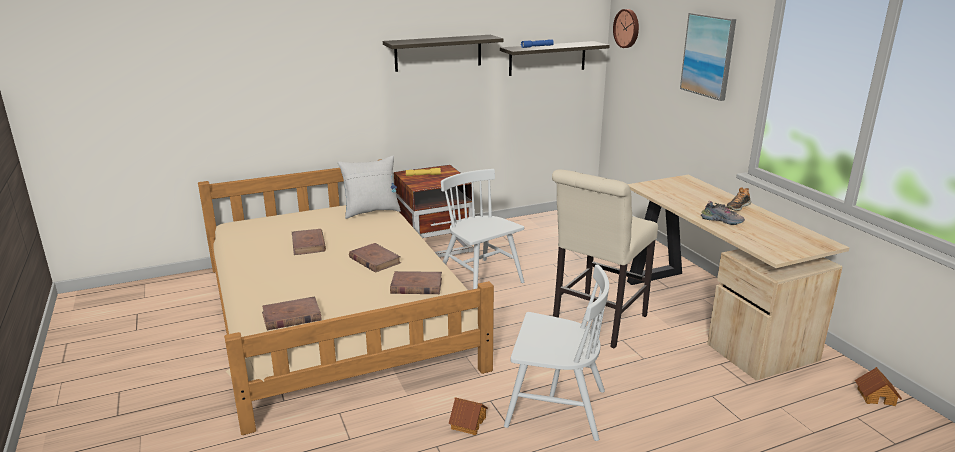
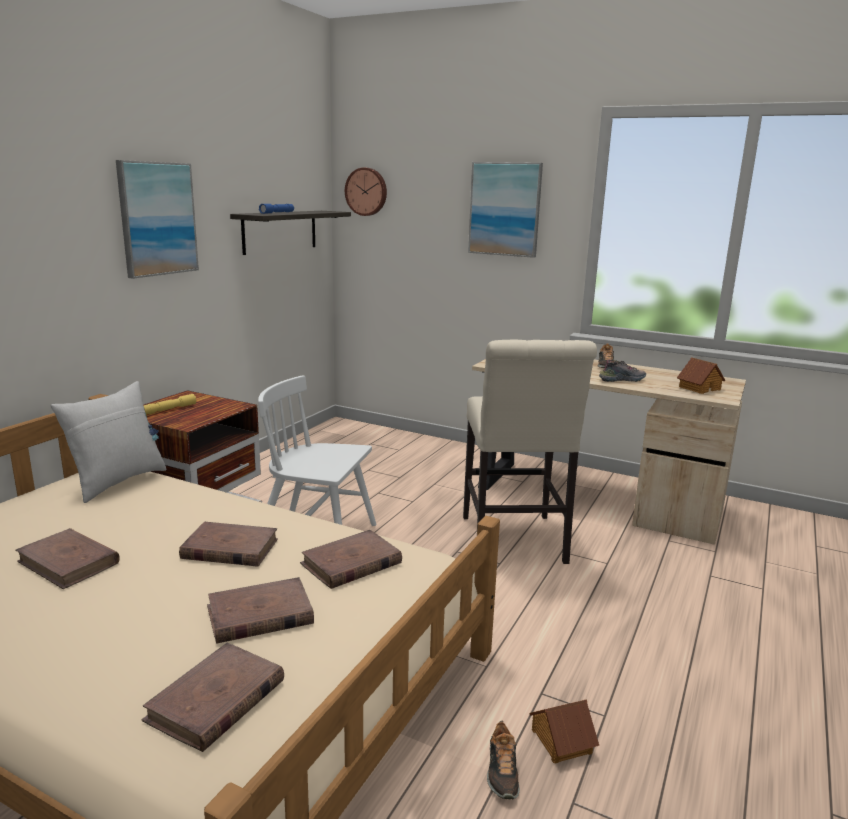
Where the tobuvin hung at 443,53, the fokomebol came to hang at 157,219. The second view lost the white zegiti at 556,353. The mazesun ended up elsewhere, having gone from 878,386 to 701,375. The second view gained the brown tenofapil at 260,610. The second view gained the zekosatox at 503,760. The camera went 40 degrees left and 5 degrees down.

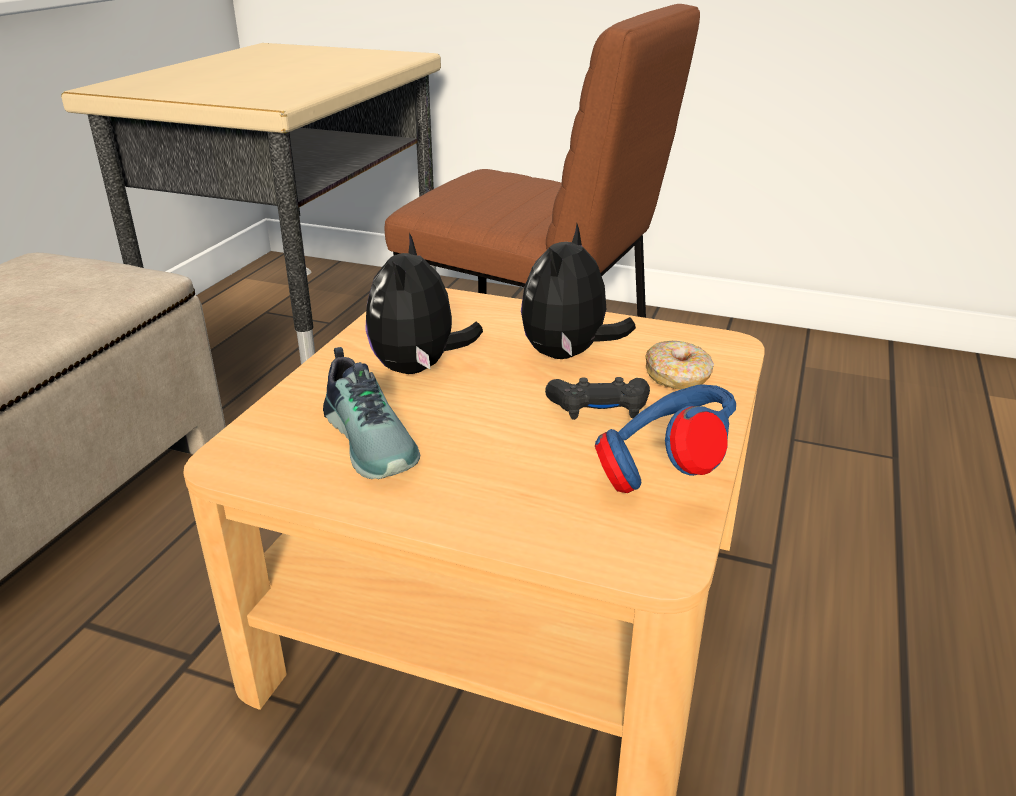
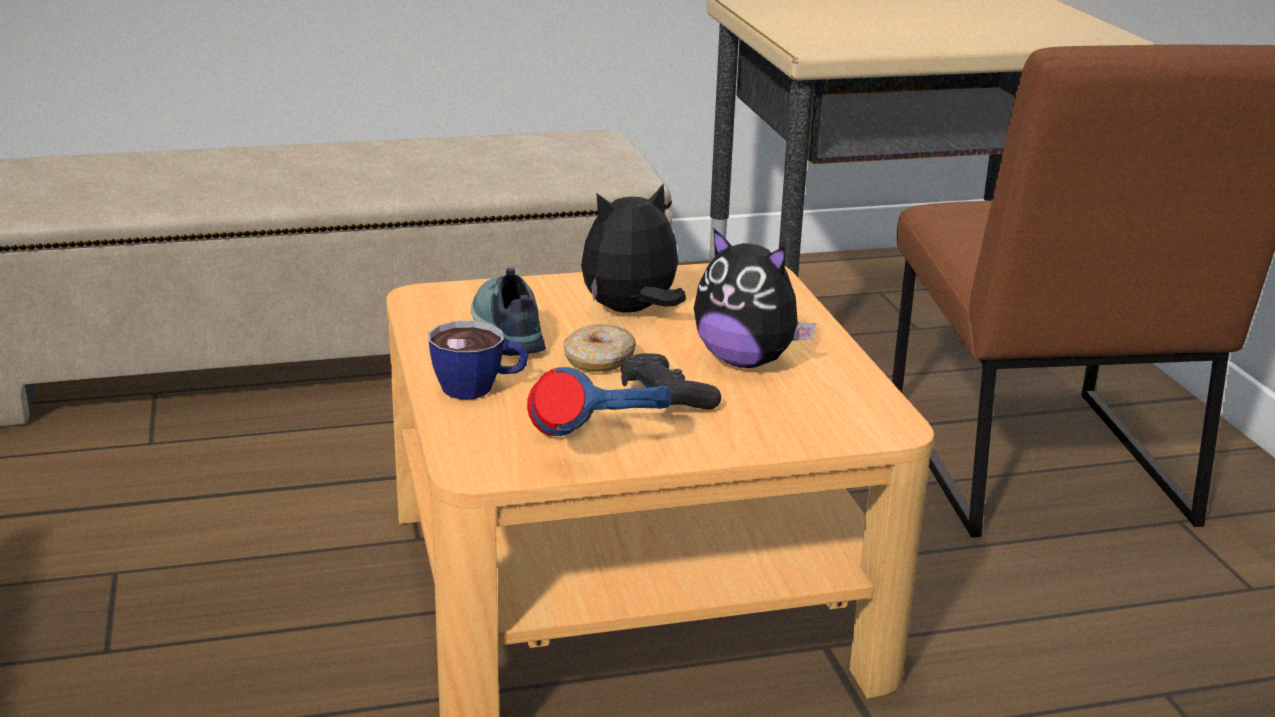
The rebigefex at 578,291 ended up facing another way, 135 degrees counterclockwise from before. The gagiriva ended up elsewhere, having gone from 680,365 to 599,348. The zekosatox at 371,413 ended up facing another way, 135 degrees clockwise from before. The second view gained the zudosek at 478,360. The camera went 55 degrees right and 5 degrees down.

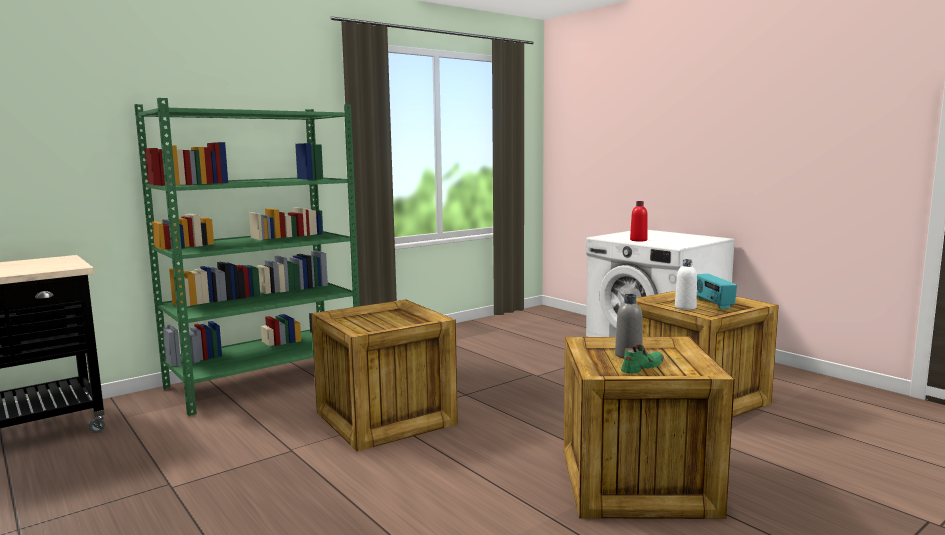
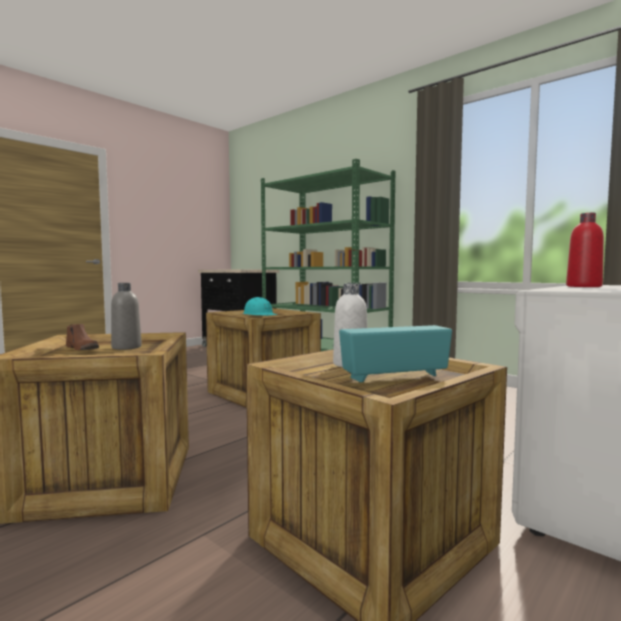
What was the green zekosatox at 642,359 turned into the brown zekosatox at 82,337. The second view gained the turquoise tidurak at 260,306. The camera went 80 degrees right and 5 degrees down.

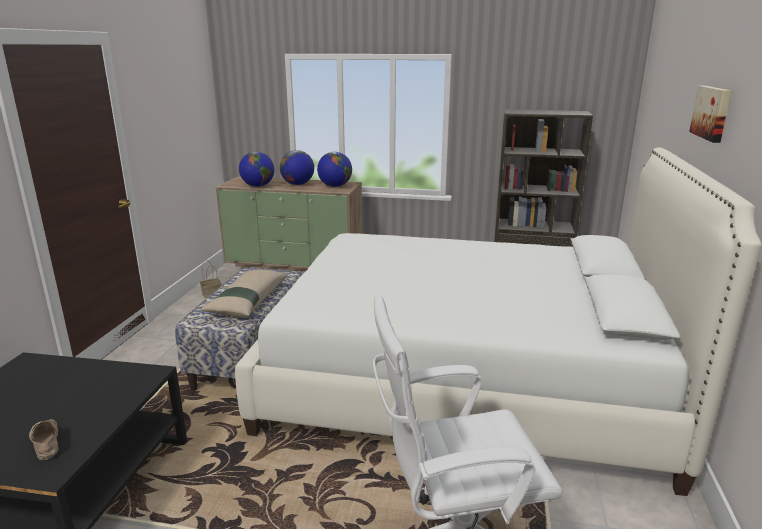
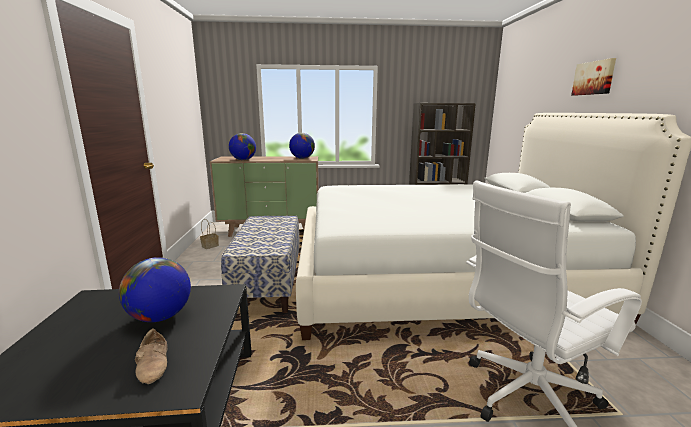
The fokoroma ended up elsewhere, having gone from 297,167 to 155,289. The second view lost the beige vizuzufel at 243,293. The beige zekosatox at 43,439 ended up facing another way, 150 degrees counterclockwise from before. The camera went 15 degrees left and 5 degrees down.

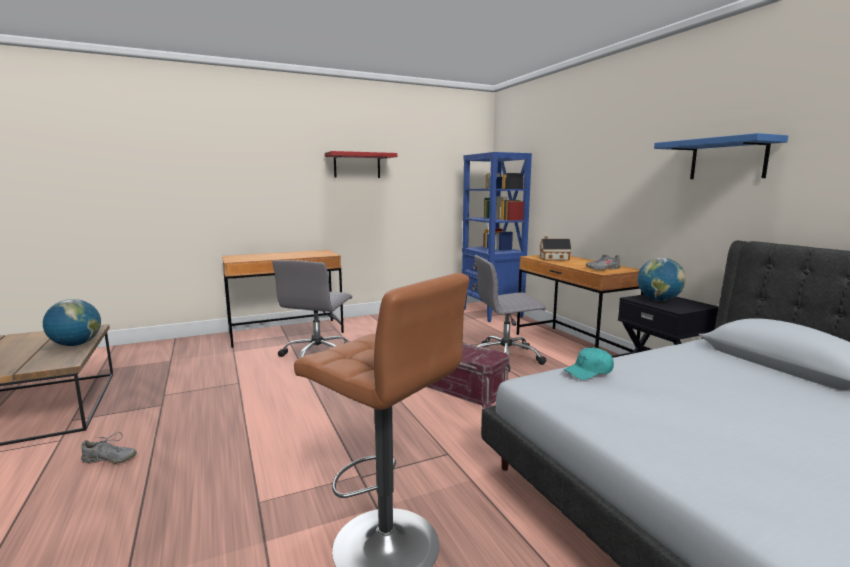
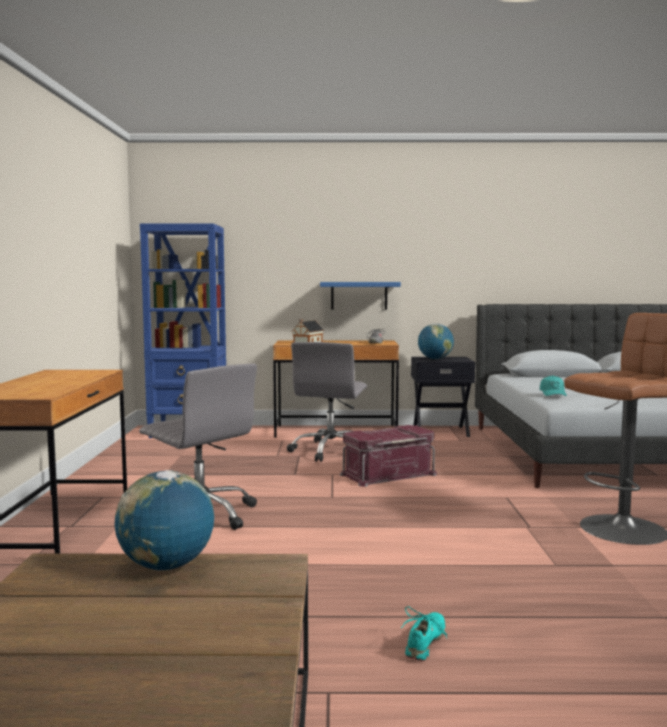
The blue tobuvin ended up elsewhere, having gone from 721,156 to 360,296. The second view lost the red tobuvin at 361,164. What was the grey zekosatox at 109,448 turned into the turquoise zekosatox at 424,633. The camera went 65 degrees left and 5 degrees down.

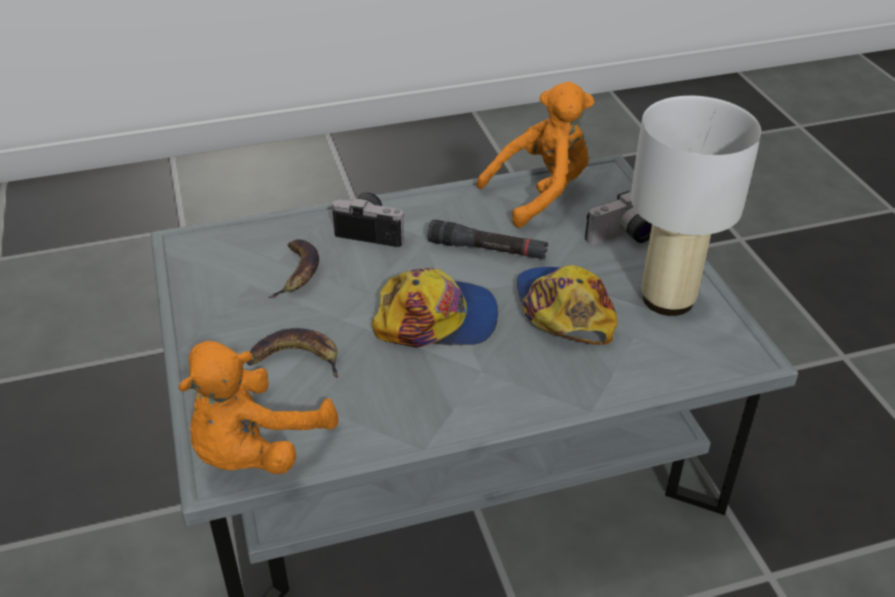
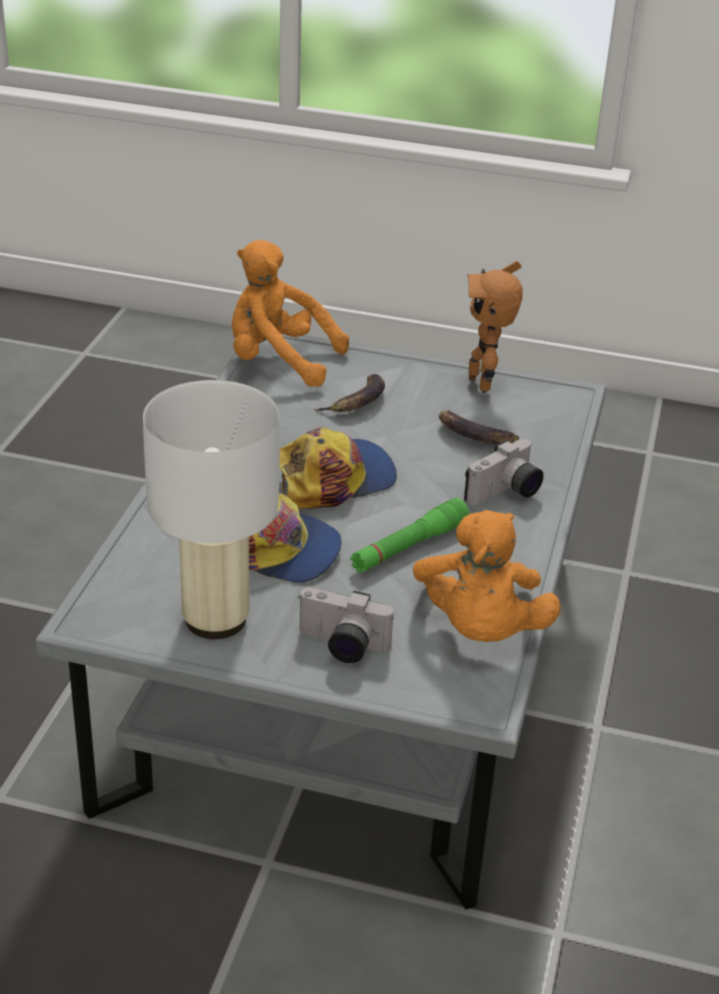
The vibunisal at 618,218 ended up facing another way, 75 degrees counterclockwise from before. What was the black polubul at 487,239 turned into the green polubul at 409,535. The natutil at 435,308 ended up facing another way, 150 degrees counterclockwise from before. The orange rebigefex at 258,407 ended up facing another way, 45 degrees counterclockwise from before. The second view gained the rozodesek at 495,326. The camera went 120 degrees right and 5 degrees down.

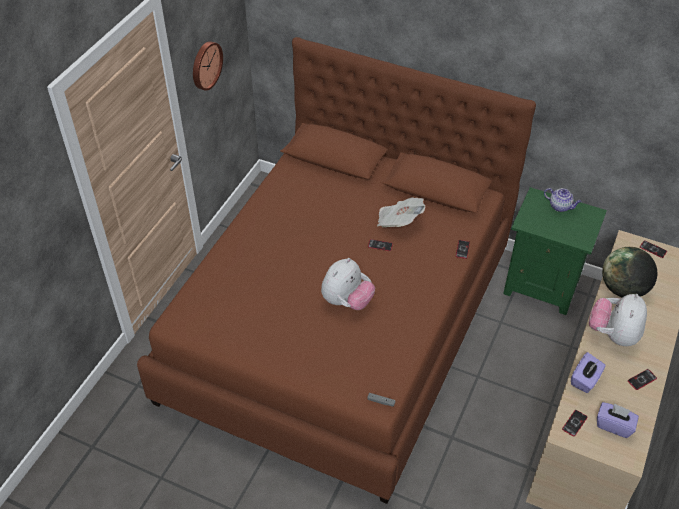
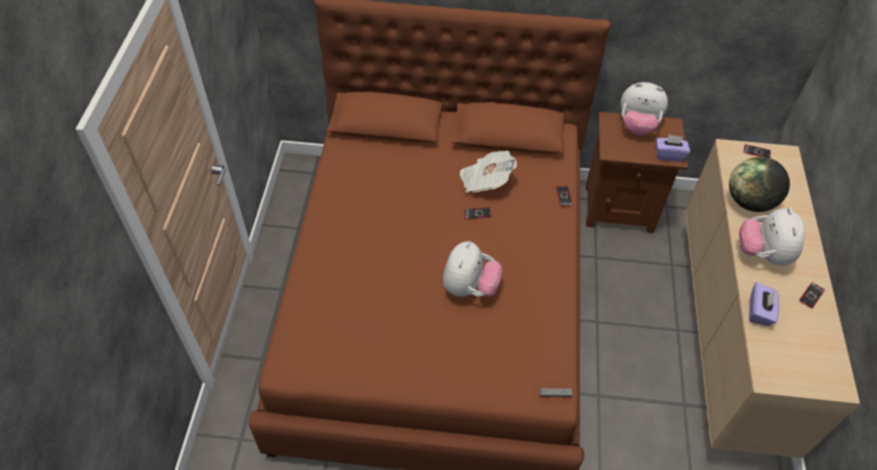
The second view lost the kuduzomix at 208,66. What was the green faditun at 555,251 turned into the brown faditun at 637,172. Where the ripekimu stood at 563,200, the rebigefex came to stand at 644,108. The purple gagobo ended up elsewhere, having gone from 618,420 to 673,148. The second view lost the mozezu at 575,423. The camera went 20 degrees left and 5 degrees up.

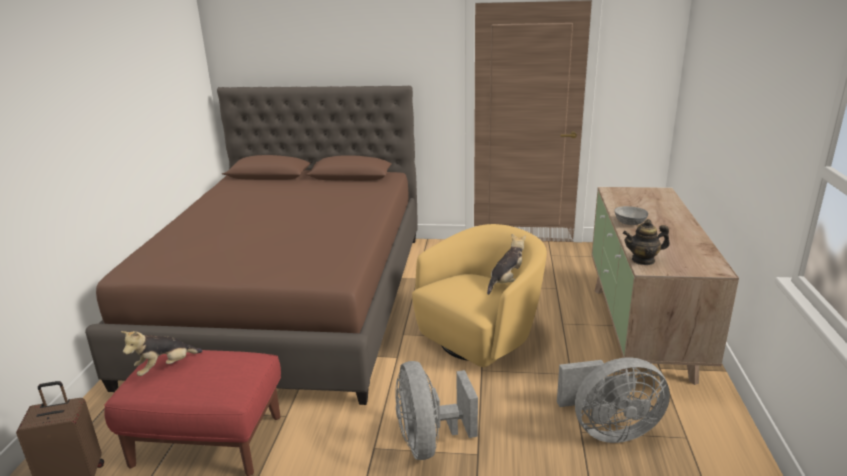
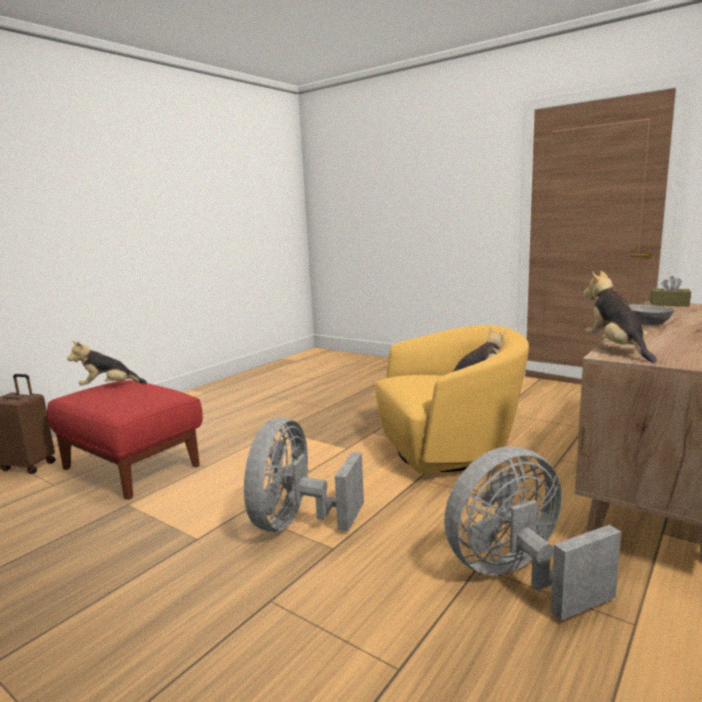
The second view lost the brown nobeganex at 251,245. Where the ripekimu stood at 646,242, the rebigefex came to stand at 620,317. The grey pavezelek at 613,400 ended up facing another way, 135 degrees clockwise from before. The second view gained the brown gagobo at 670,291. The camera went 30 degrees right and 10 degrees down.

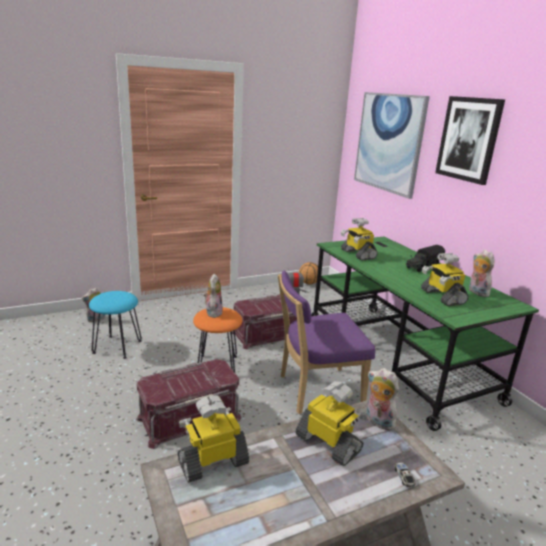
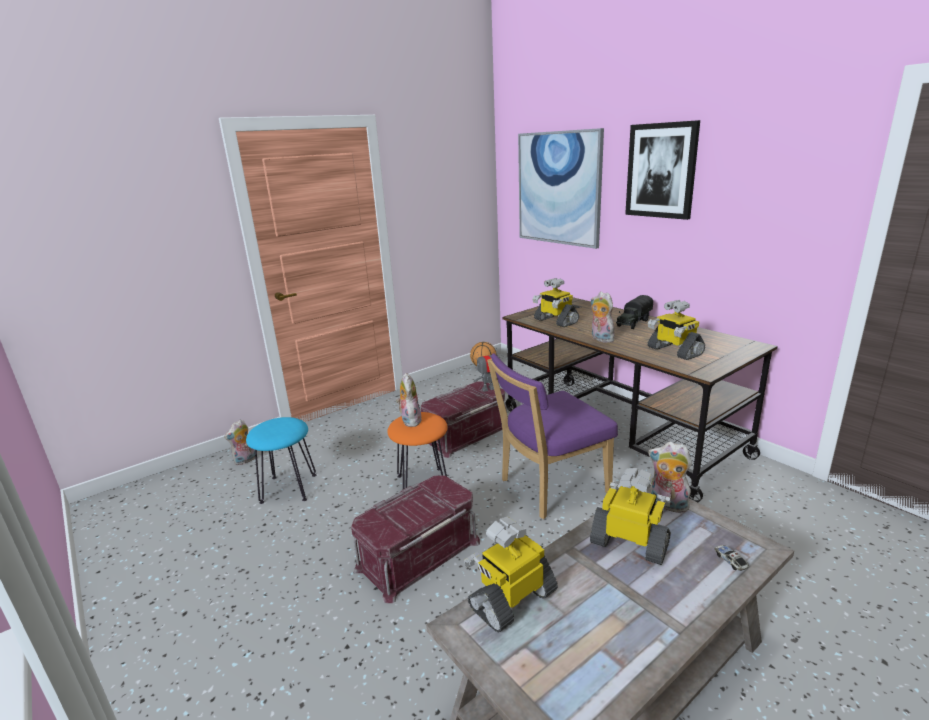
What was the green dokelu at 425,333 turned into the brown dokelu at 640,399. The rebigefex ended up elsewhere, having gone from 481,273 to 603,317. The camera went 10 degrees left and 0 degrees up.

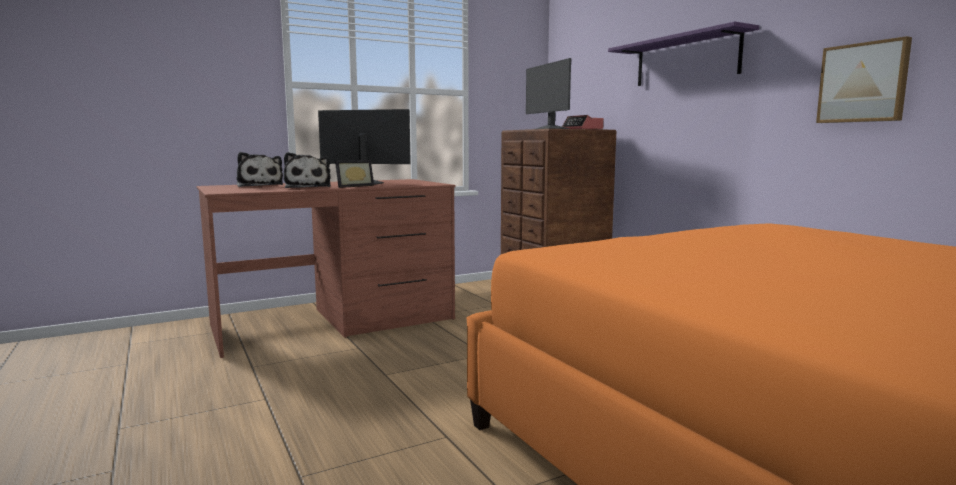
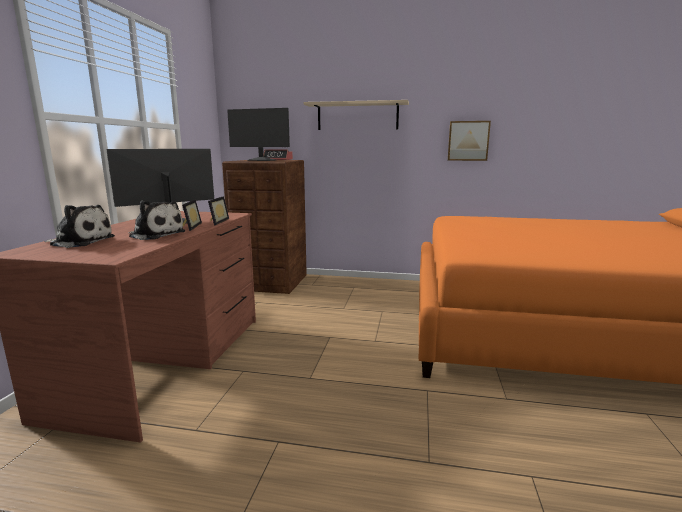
What was the purple tobuvin at 683,53 turned into the beige tobuvin at 356,115. The second view gained the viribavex at 218,211. The camera went 50 degrees left and 5 degrees up.

